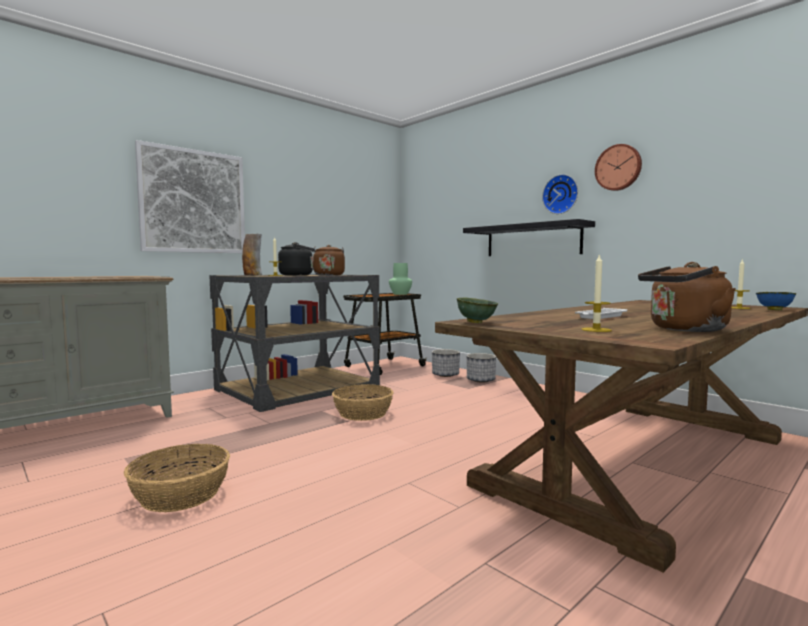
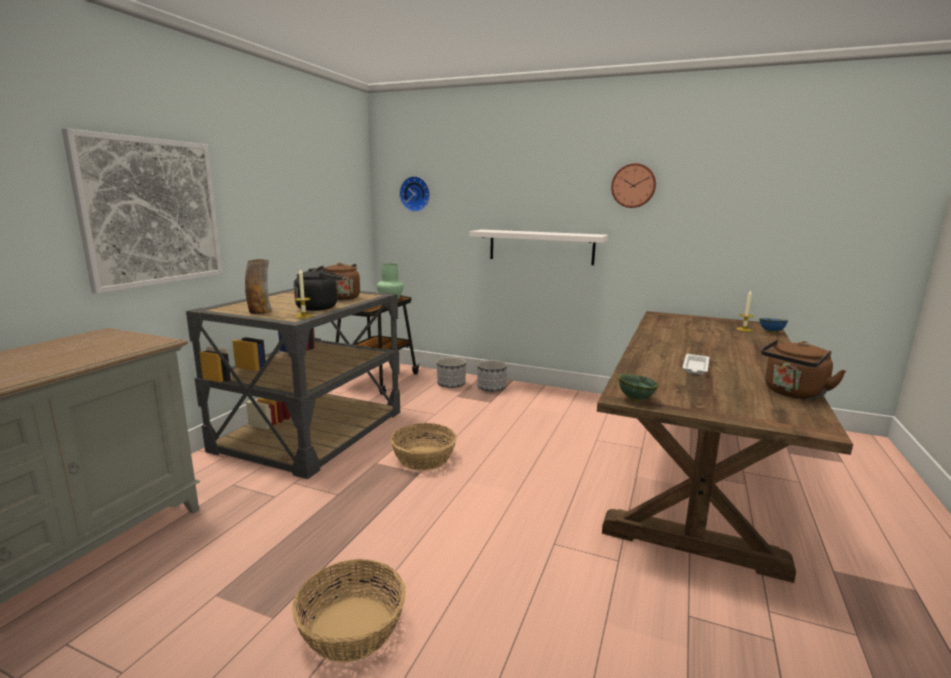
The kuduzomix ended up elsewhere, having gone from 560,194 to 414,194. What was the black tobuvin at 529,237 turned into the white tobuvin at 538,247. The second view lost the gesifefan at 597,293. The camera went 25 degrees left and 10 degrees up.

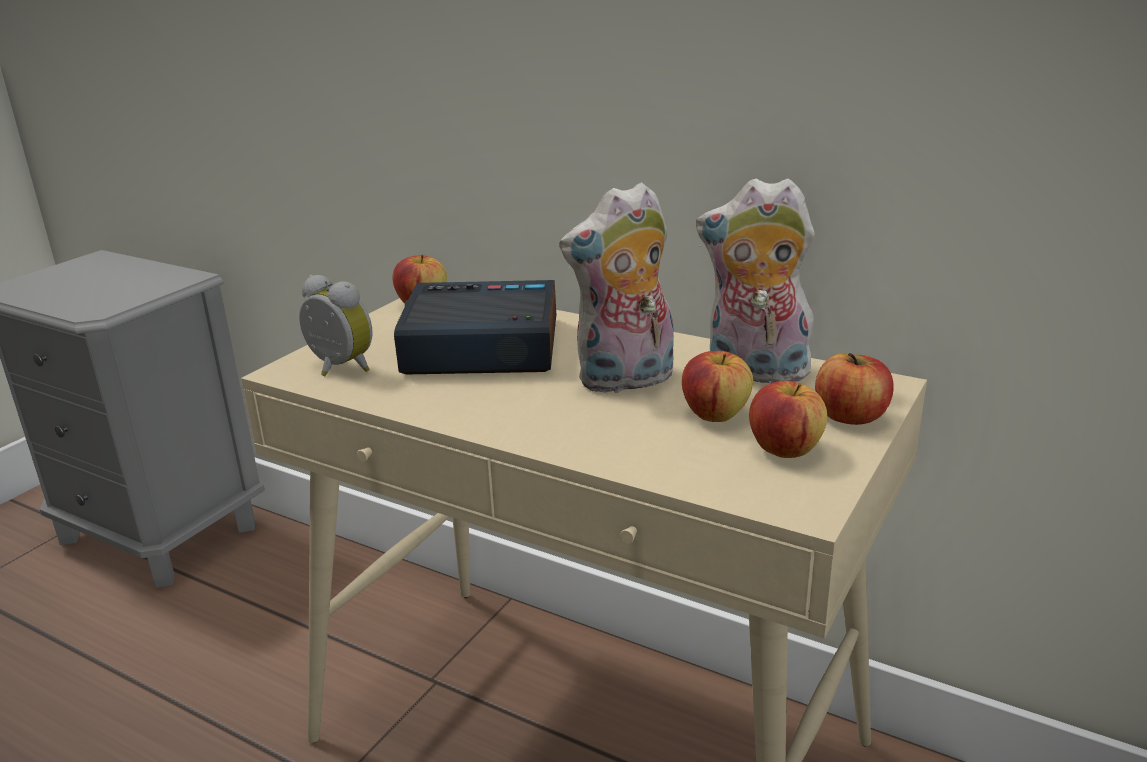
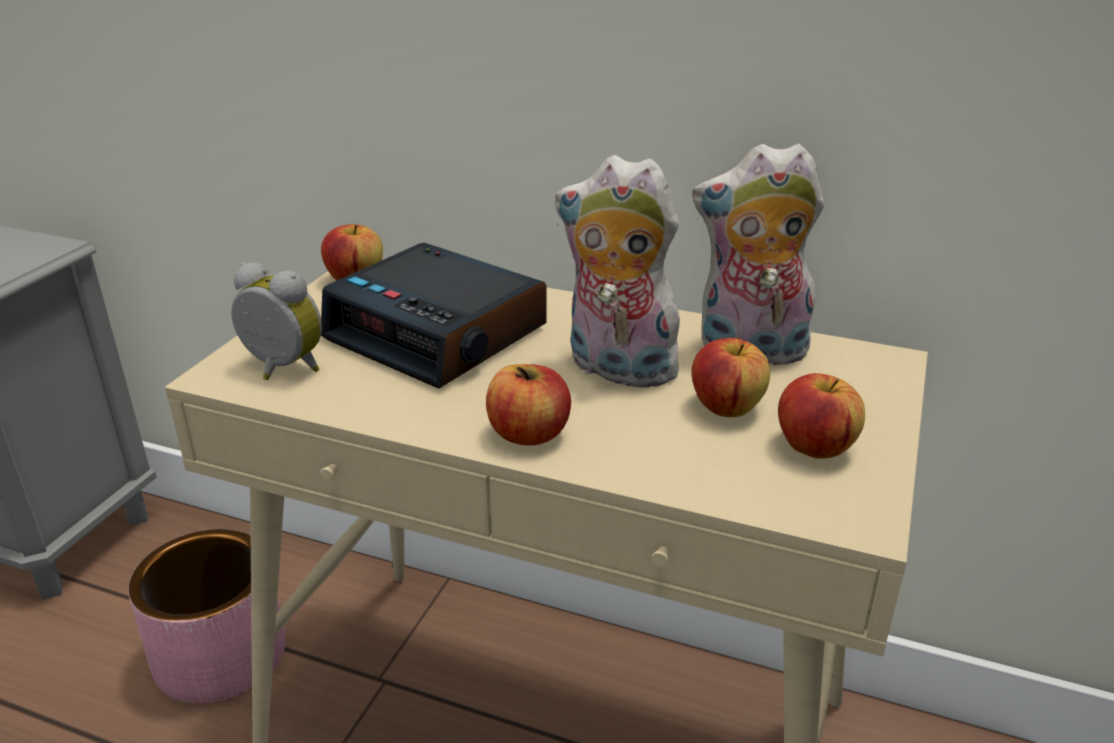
The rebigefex at 616,288 ended up facing another way, 60 degrees clockwise from before. The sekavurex at 475,327 ended up facing another way, 135 degrees counterclockwise from before. The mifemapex ended up elsewhere, having gone from 854,389 to 528,404. The second view gained the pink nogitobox at 206,616. The camera went 10 degrees left and 5 degrees up.

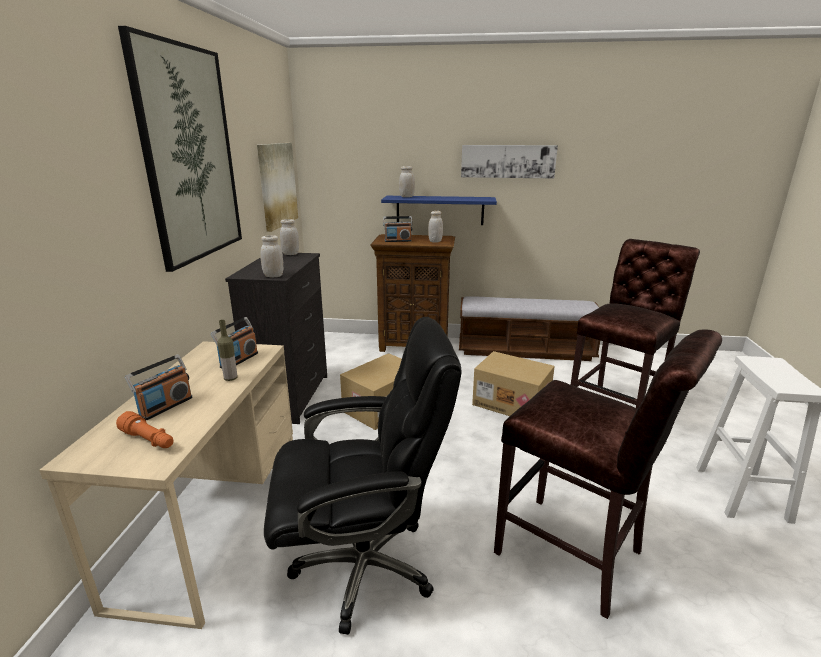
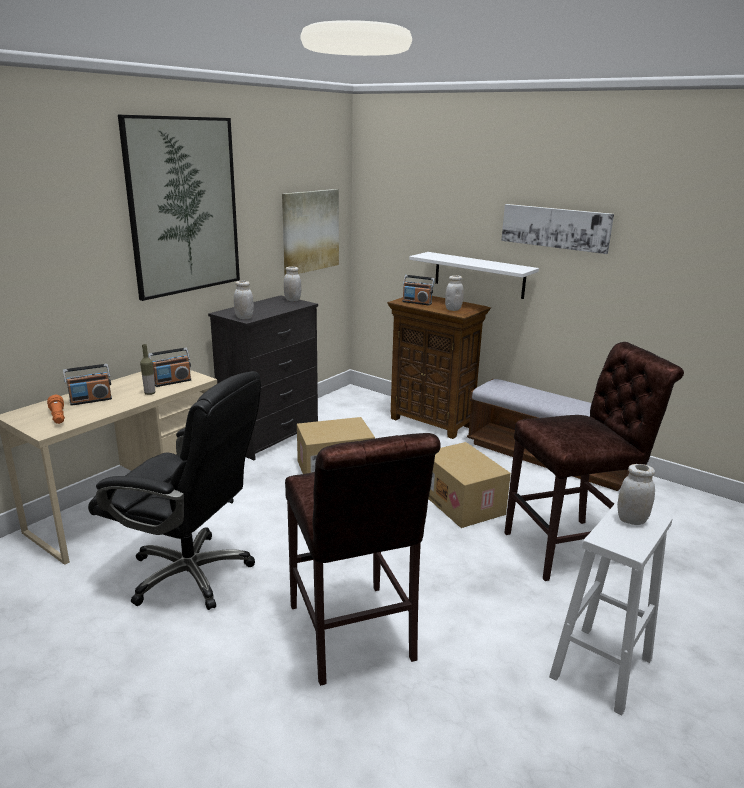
The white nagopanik ended up elsewhere, having gone from 407,181 to 636,494. What was the blue tobuvin at 439,210 turned into the white tobuvin at 474,275. The camera went 30 degrees right and 0 degrees up.

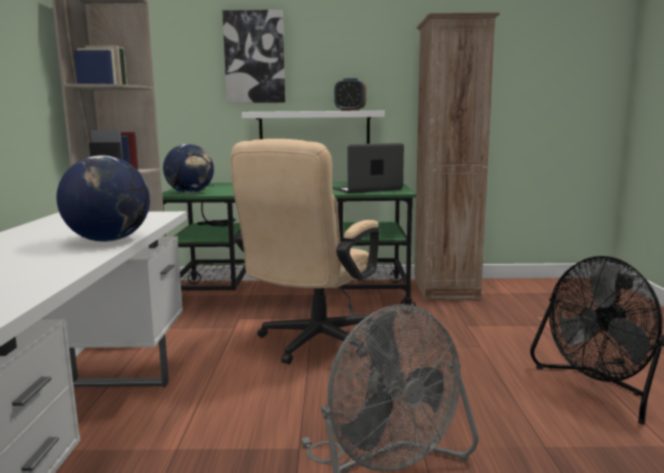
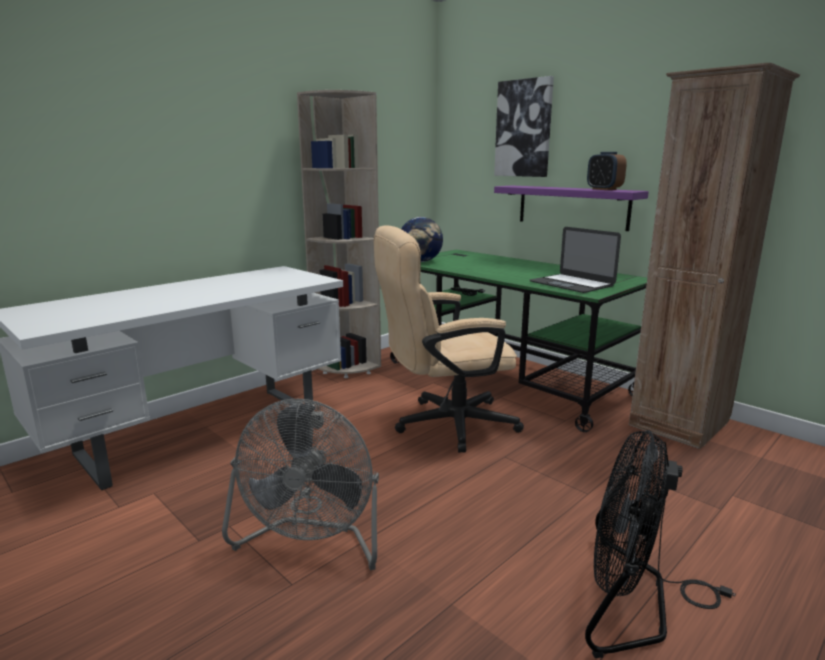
What was the white tobuvin at 313,127 turned into the purple tobuvin at 571,208. The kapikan at 368,168 ended up facing another way, 150 degrees counterclockwise from before. The second view lost the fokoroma at 103,198. The camera went 45 degrees right and 5 degrees up.

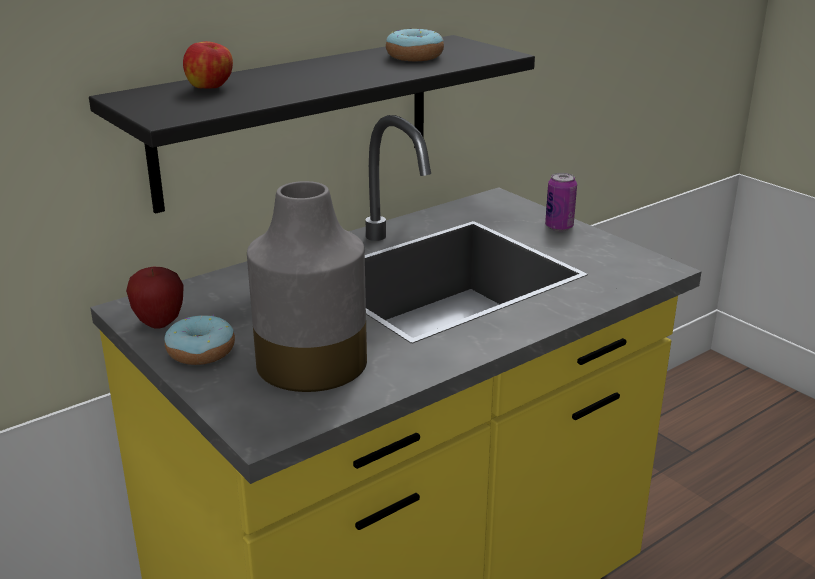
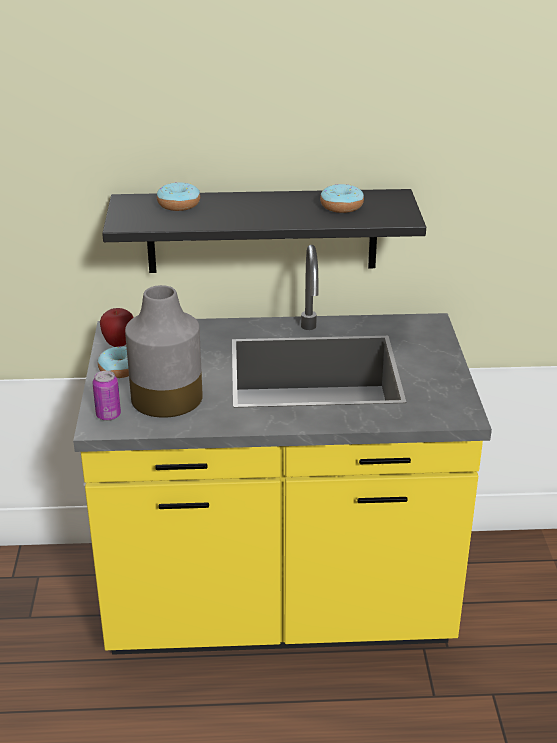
Where the mifemapex stood at 208,65, the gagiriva came to stand at 178,196. The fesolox ended up elsewhere, having gone from 561,202 to 106,396. The camera went 35 degrees right and 5 degrees up.

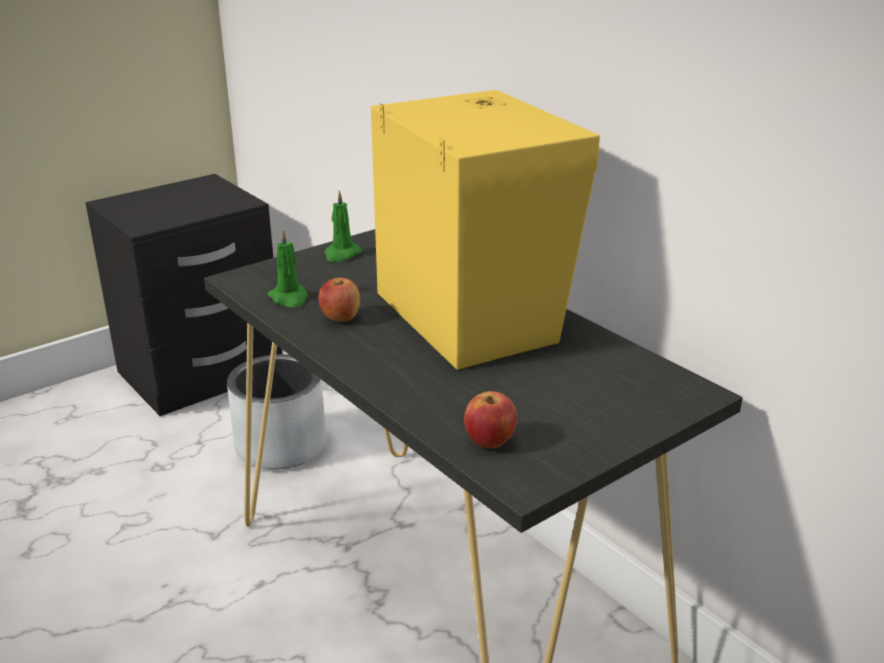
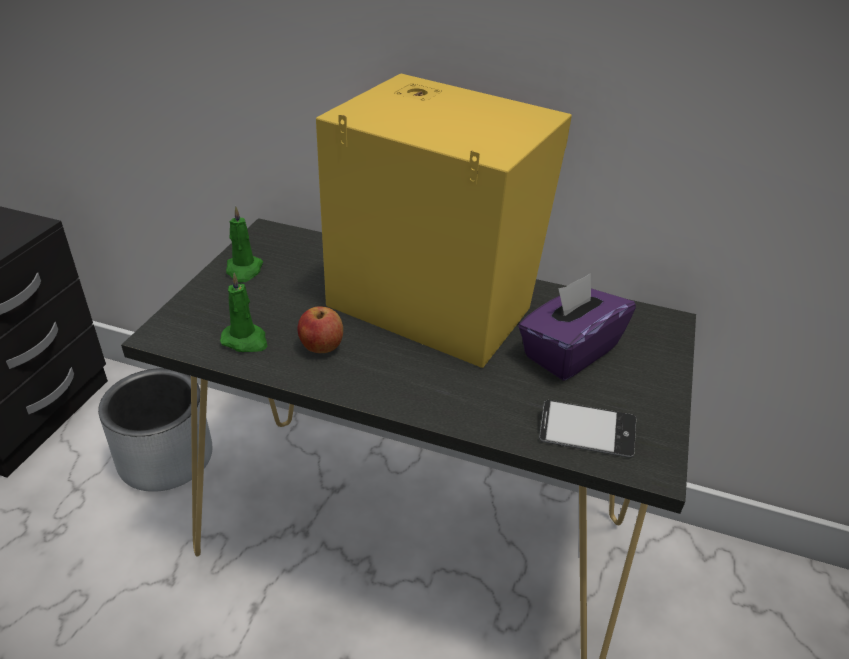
Where the mifemapex stood at 490,419, the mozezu came to stand at 587,429. The second view gained the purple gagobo at 577,326. The camera went 35 degrees left and 10 degrees up.

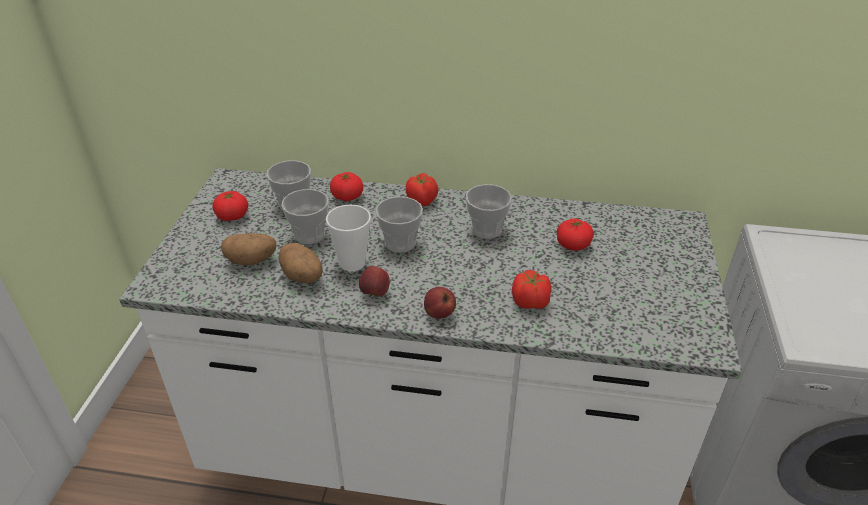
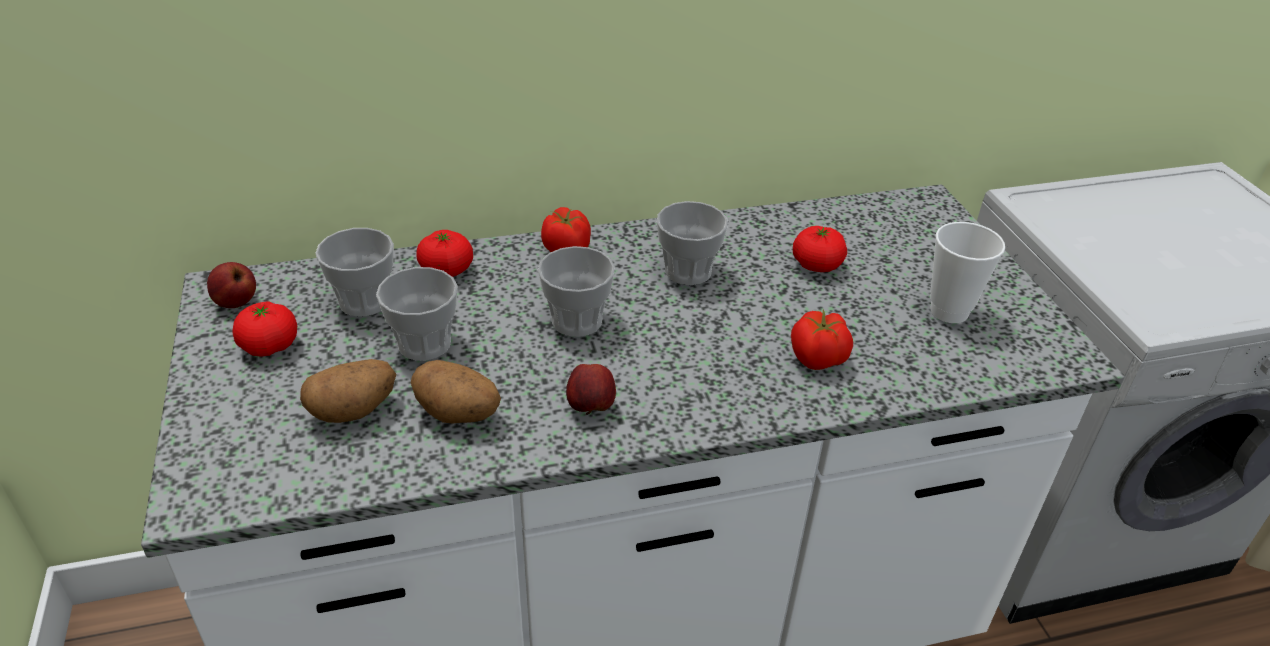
The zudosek ended up elsewhere, having gone from 348,238 to 967,272. The mifemapex ended up elsewhere, having gone from 440,303 to 231,285. The camera went 25 degrees left and 0 degrees up.

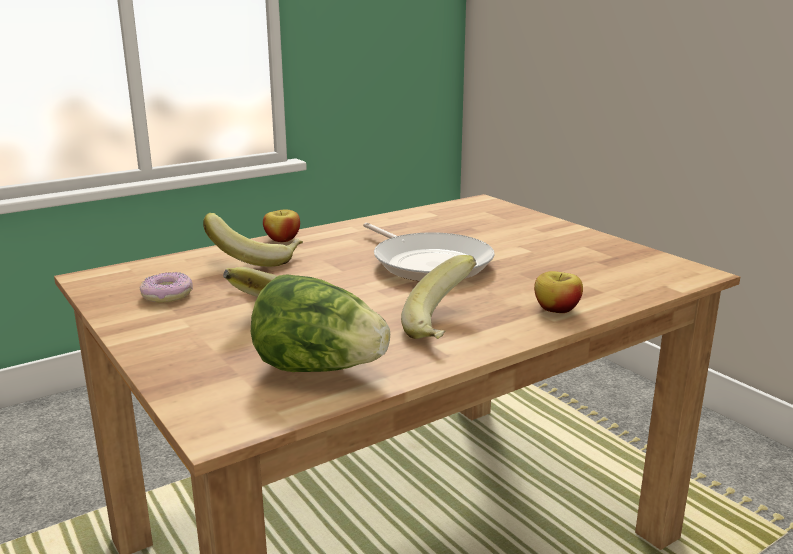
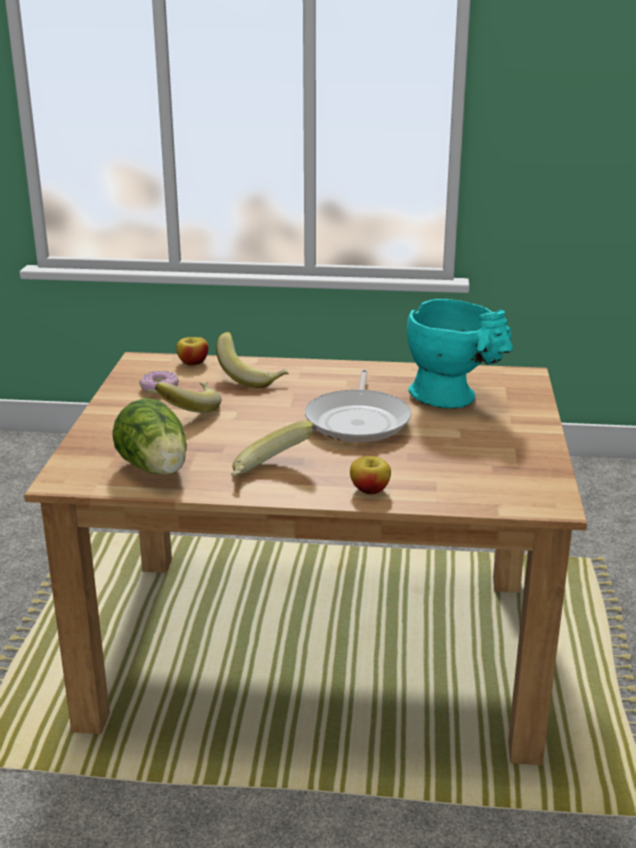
The mifemapex ended up elsewhere, having gone from 281,226 to 192,351. The second view gained the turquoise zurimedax at 460,354. The camera went 40 degrees right and 5 degrees up.

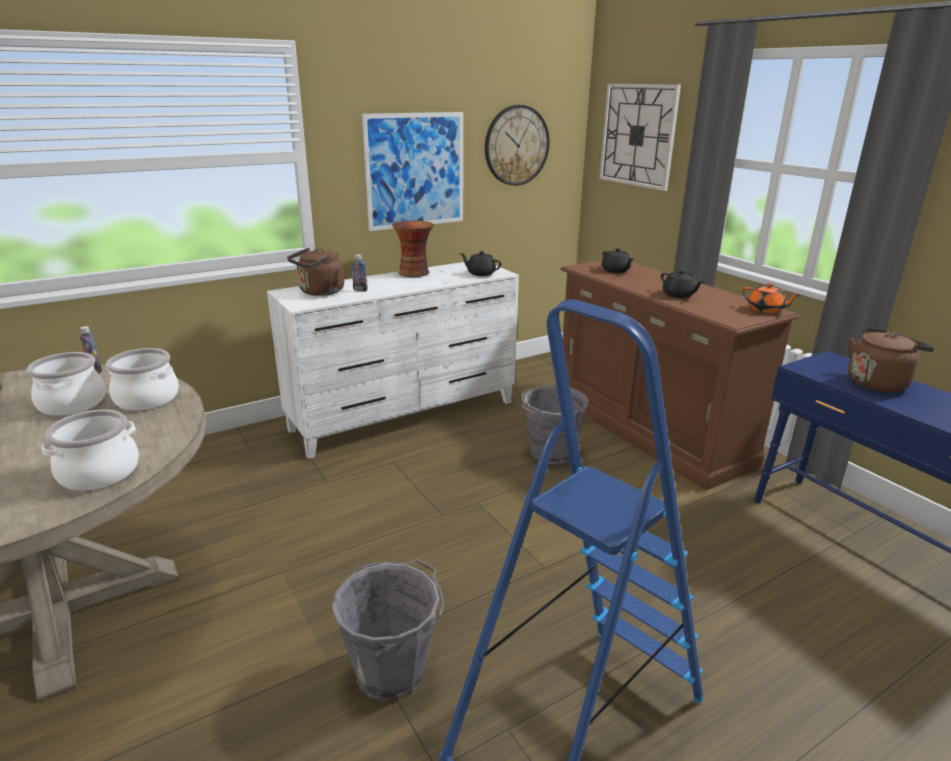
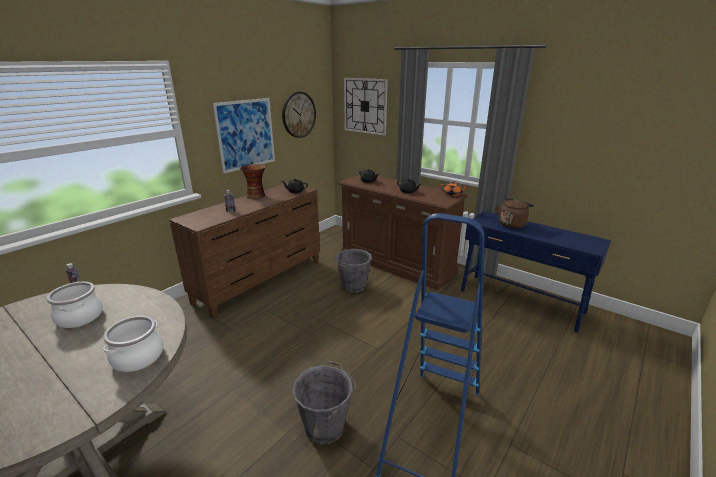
The second view lost the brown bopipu at 315,272. What was the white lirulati at 393,360 turned into the brown lirulati at 244,251. The second view lost the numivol at 142,379. The camera went 20 degrees left and 0 degrees up.

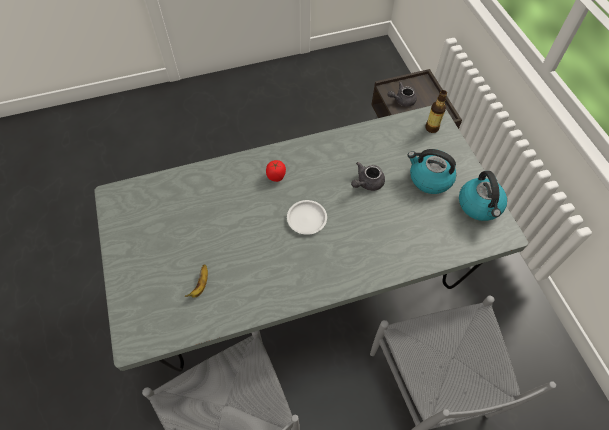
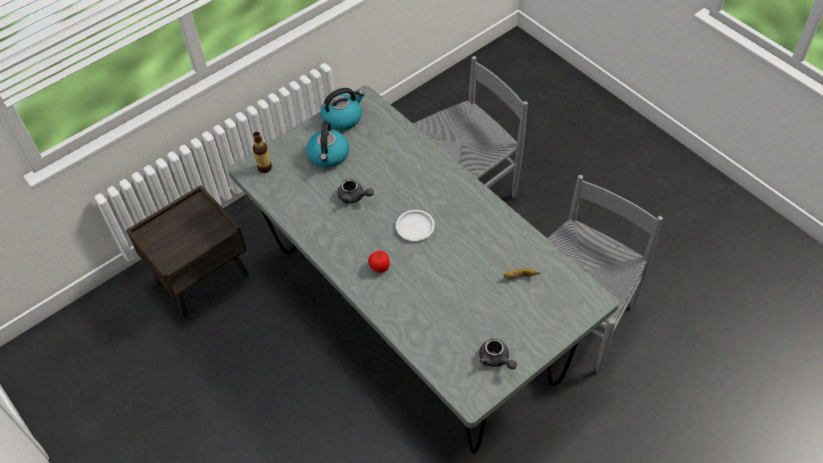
The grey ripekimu ended up elsewhere, having gone from 402,94 to 498,353. The camera went 110 degrees left and 5 degrees down.

